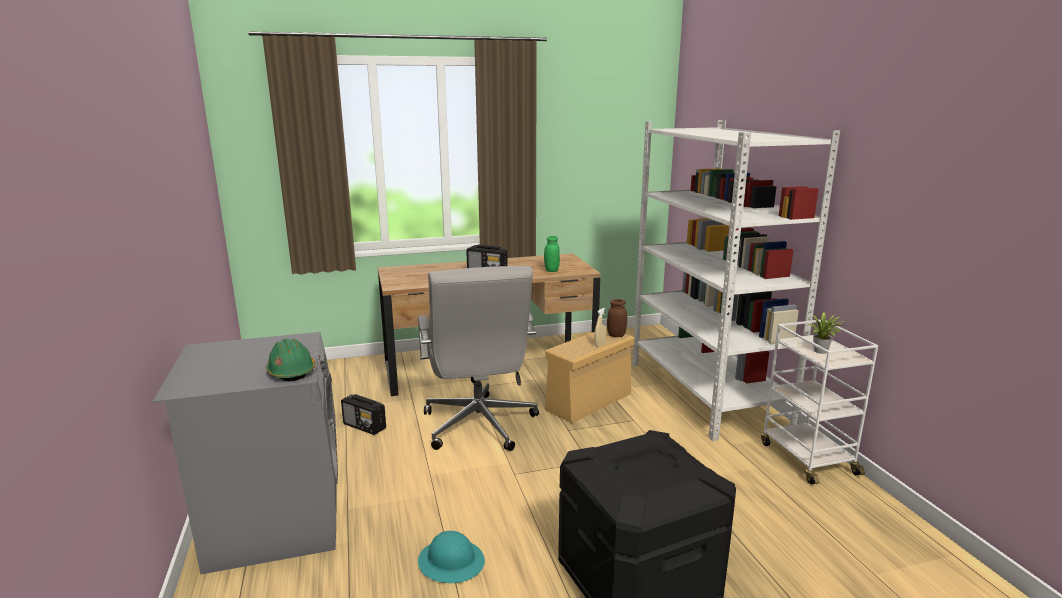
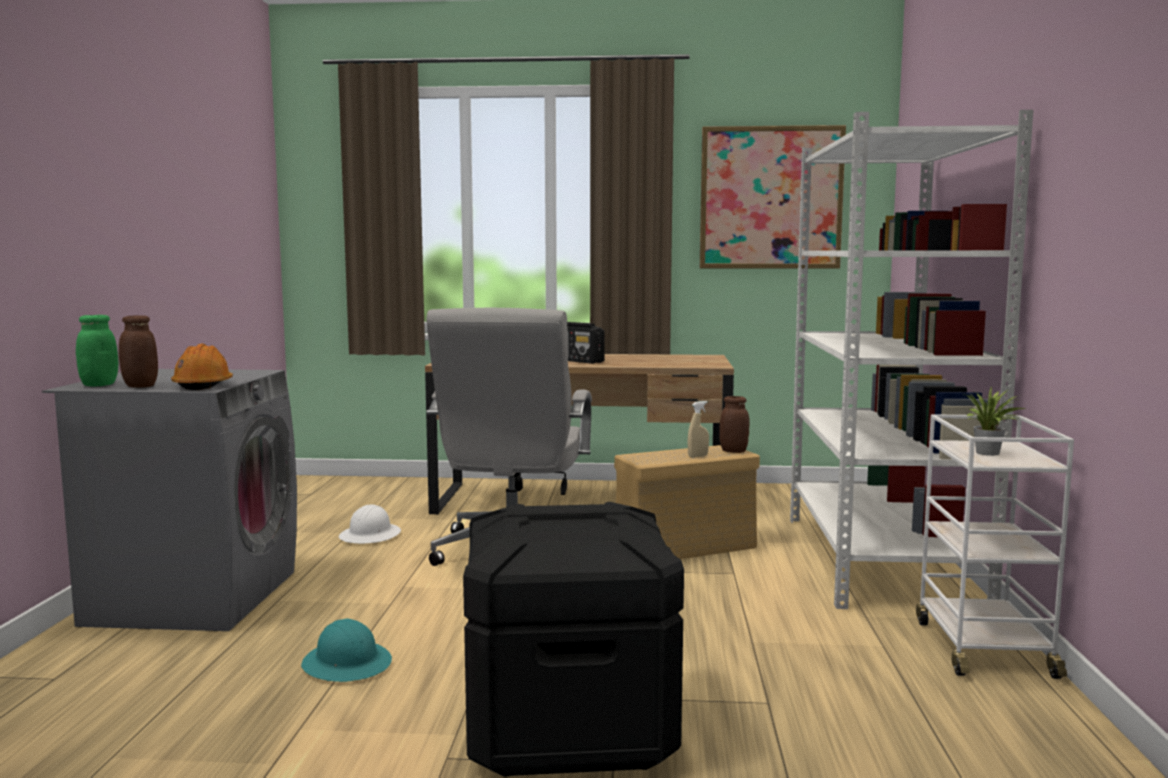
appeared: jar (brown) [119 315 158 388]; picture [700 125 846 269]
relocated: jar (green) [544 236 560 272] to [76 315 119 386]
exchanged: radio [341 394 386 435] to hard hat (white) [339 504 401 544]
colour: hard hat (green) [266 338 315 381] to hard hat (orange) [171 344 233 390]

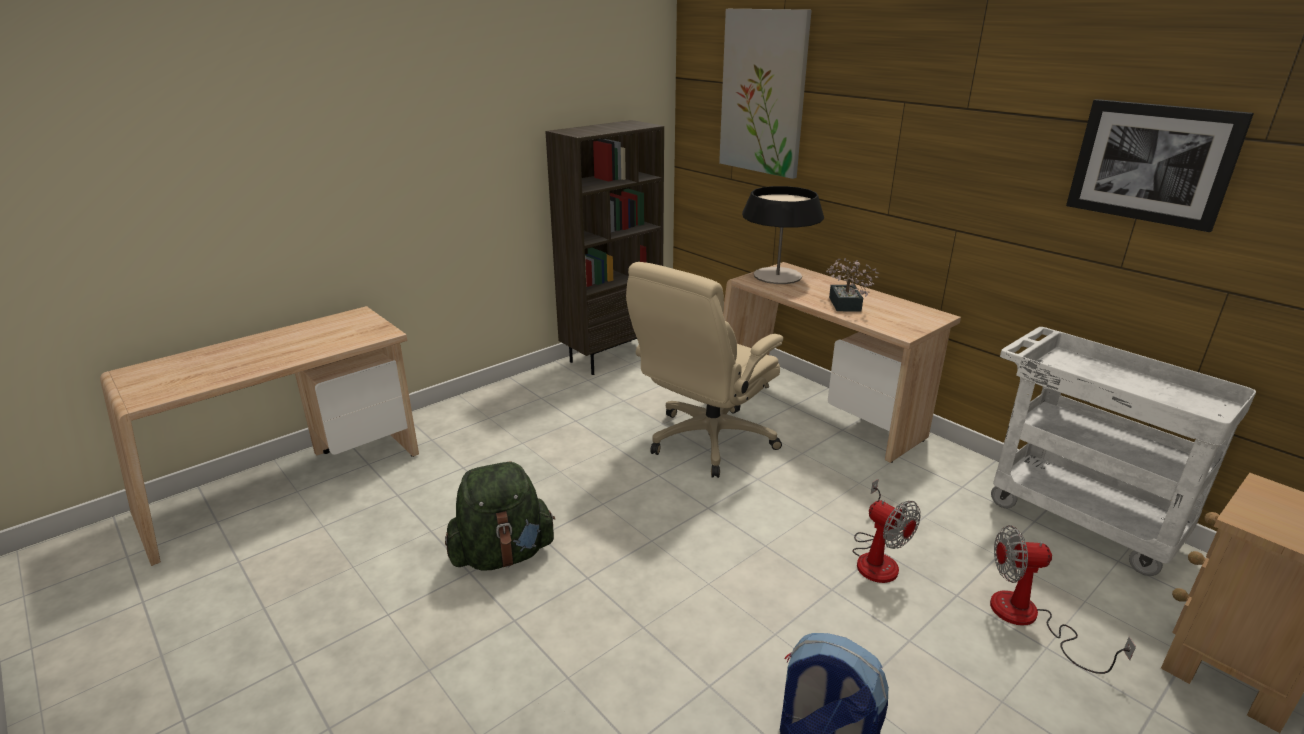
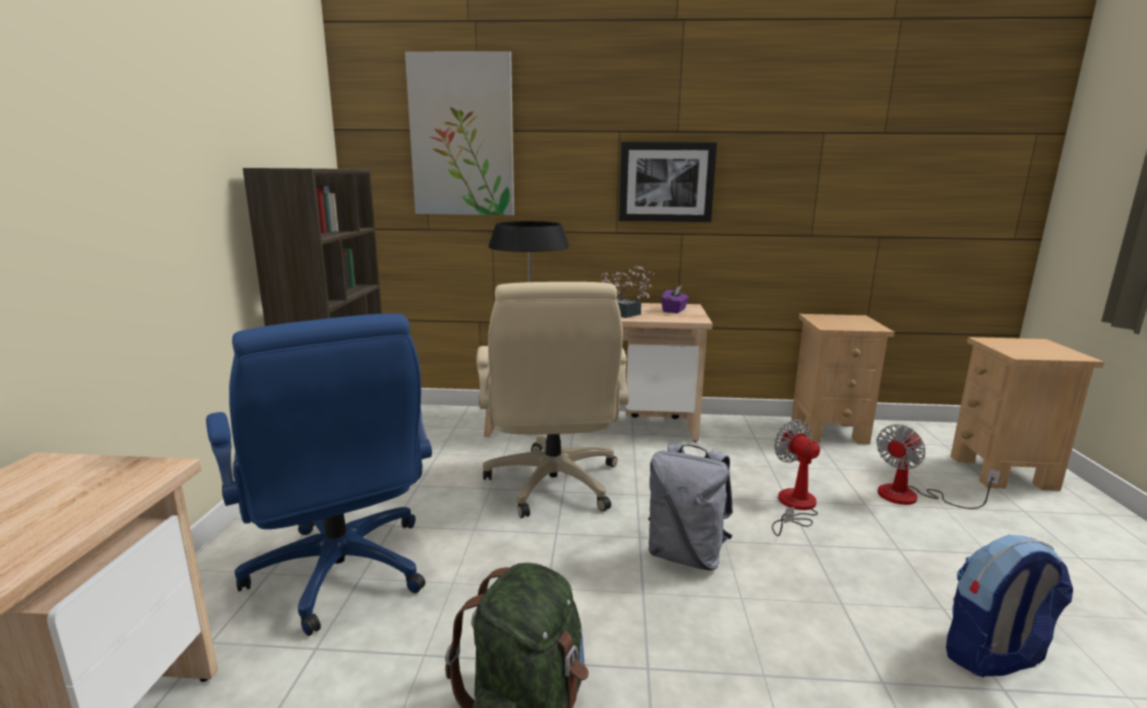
appeared: office chair (blue) [206 313 432 636]; backpack (grey) [648 443 733 570]; tissue box (purple) [661 285 689 313]
relocated: picture [1066 99 1254 232] to [619 142 717 222]
exchanged: cart (white) [991 327 1256 576] to nightstand (beige) [791 314 895 445]
spun: fan [852 479 921 583] = [772 420 820 536] 120 degrees counterclockwise

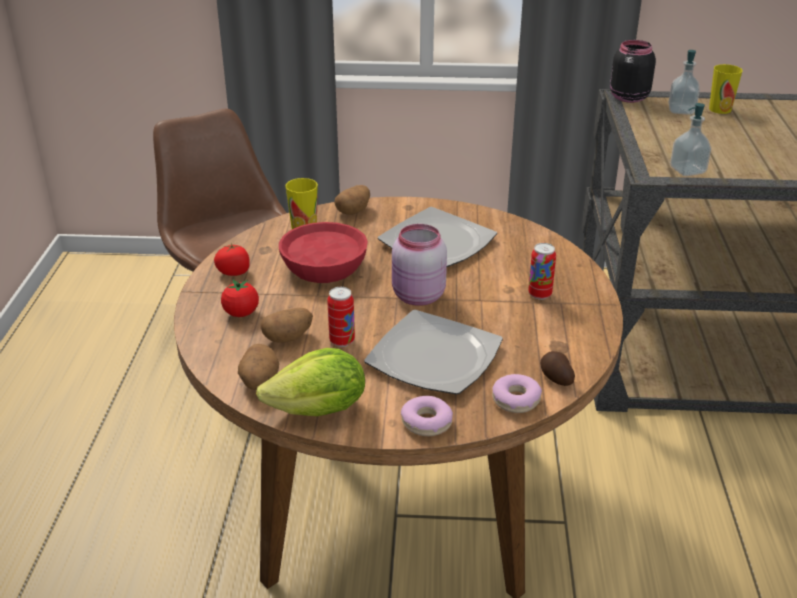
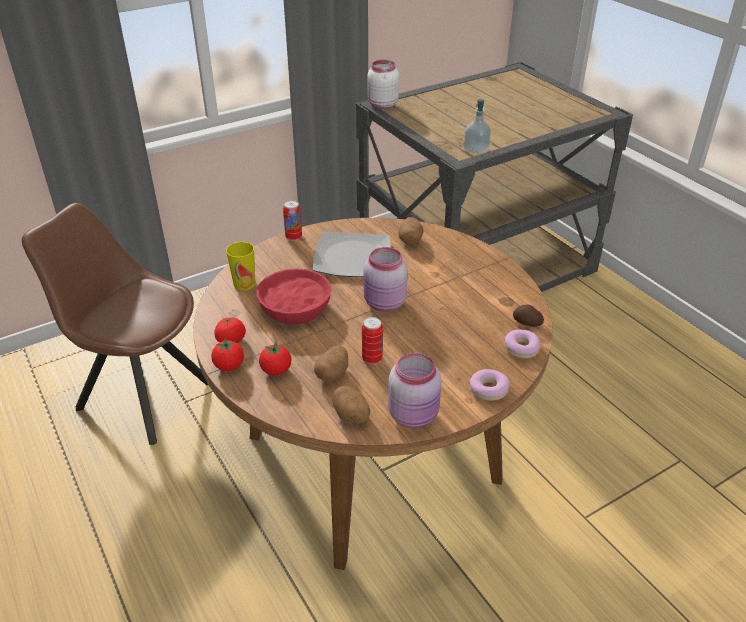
missing: plate [364 310 503 394]; soap dispenser [668 50 700 115]; cup [709 64 743 114]
appeared: tomato [211 338 244 371]
relocated: can [528 243 556 300] to [283 200 302 241]; potato [334 185 370 215] to [398 217 423 244]
exchanged: lettuce [256 348 365 416] to jar (pink) [388 353 442 428]
colour: jar (black) [610 40 656 103] to jar (white) [367 60 399 109]

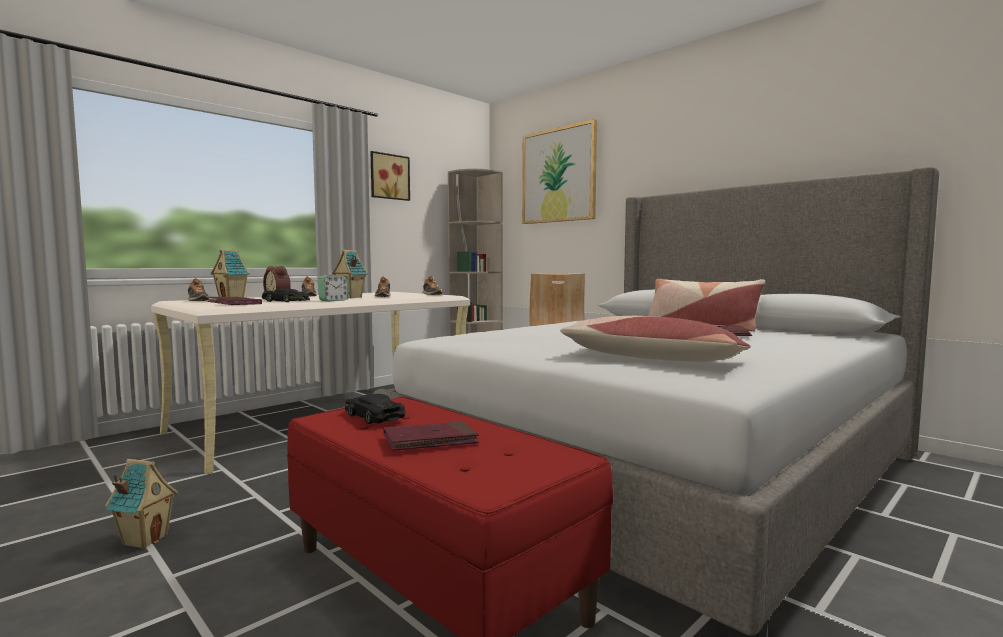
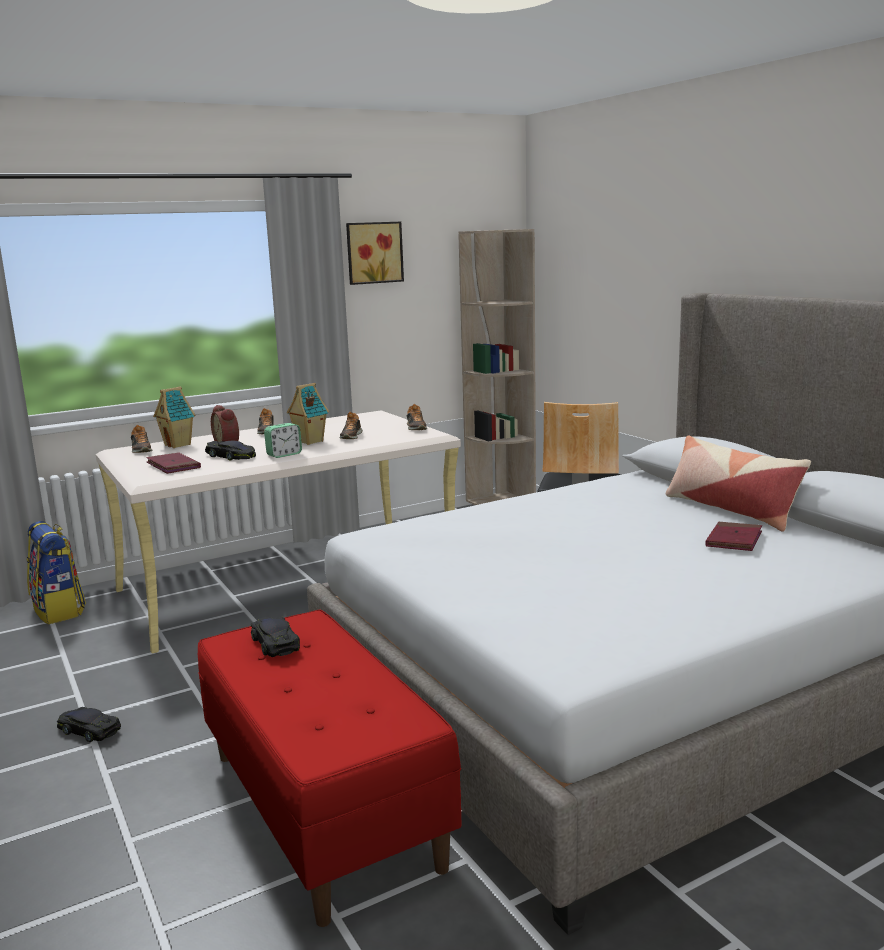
missing: book (red) [383 421 479 451]; picture [522 119 597 224]; pillow [560 316 751 362]
appeared: backpack [27 521 86 624]
exchanged: toy house [105 459 178 549] to toy car (black) [57 707 121 742]

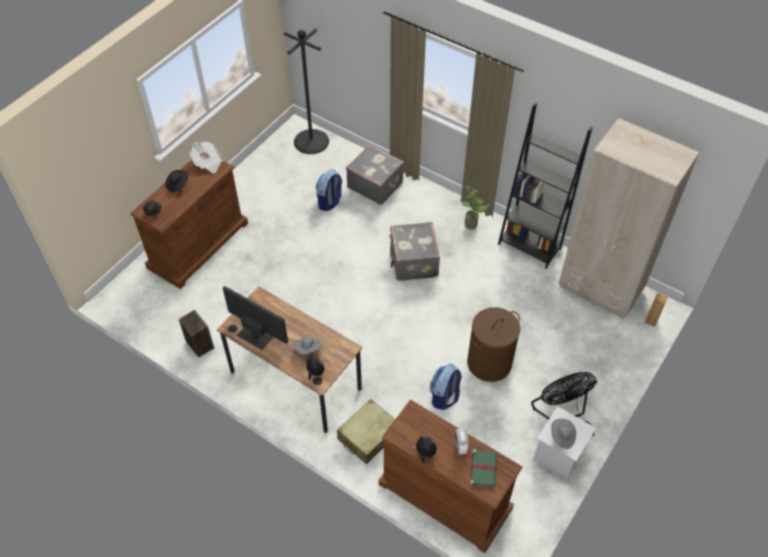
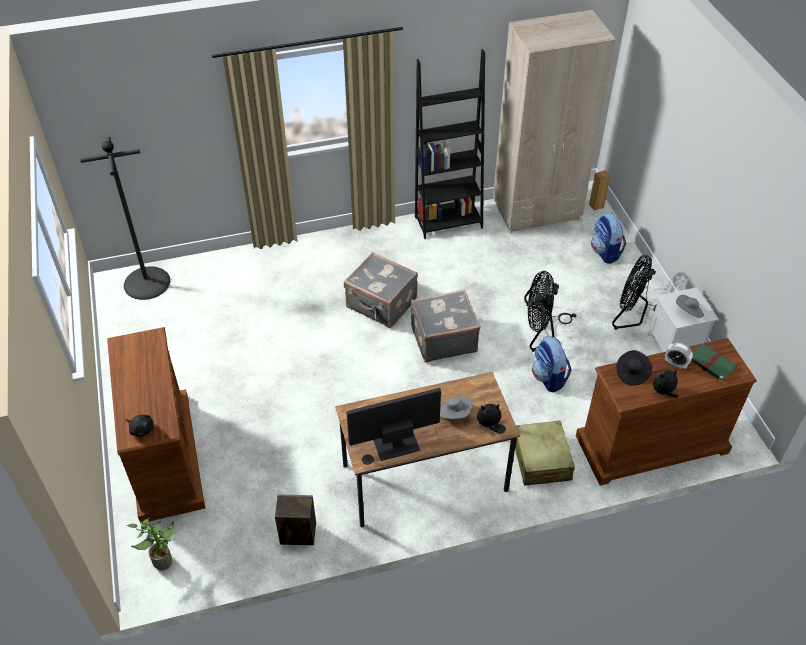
missing: newspaper [190 142 223 173]
relocated: potted plant [460 186 490 230] to [126 518 174 571]; suitcase (grey) [346 145 404 205] to [411 290 481 362]; backpack [316 169 342 211] to [591 212 626 264]; hat (black) [165 170 188 193] to [616 350 652 386]
exchanged: laundry basket (brown) [467 307 520 382] to fan (black) [524 271 577 352]

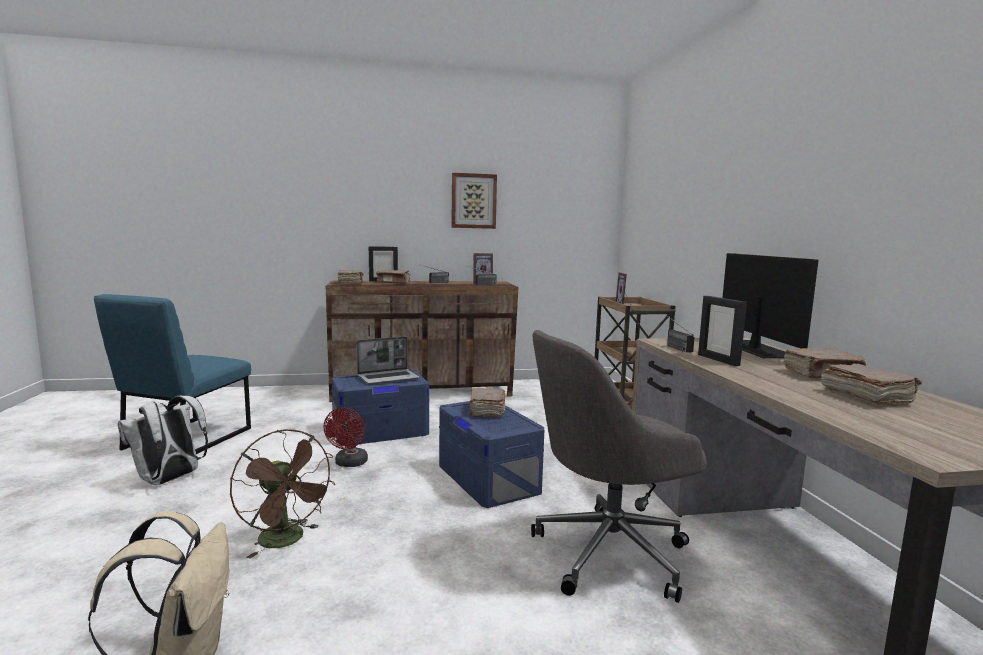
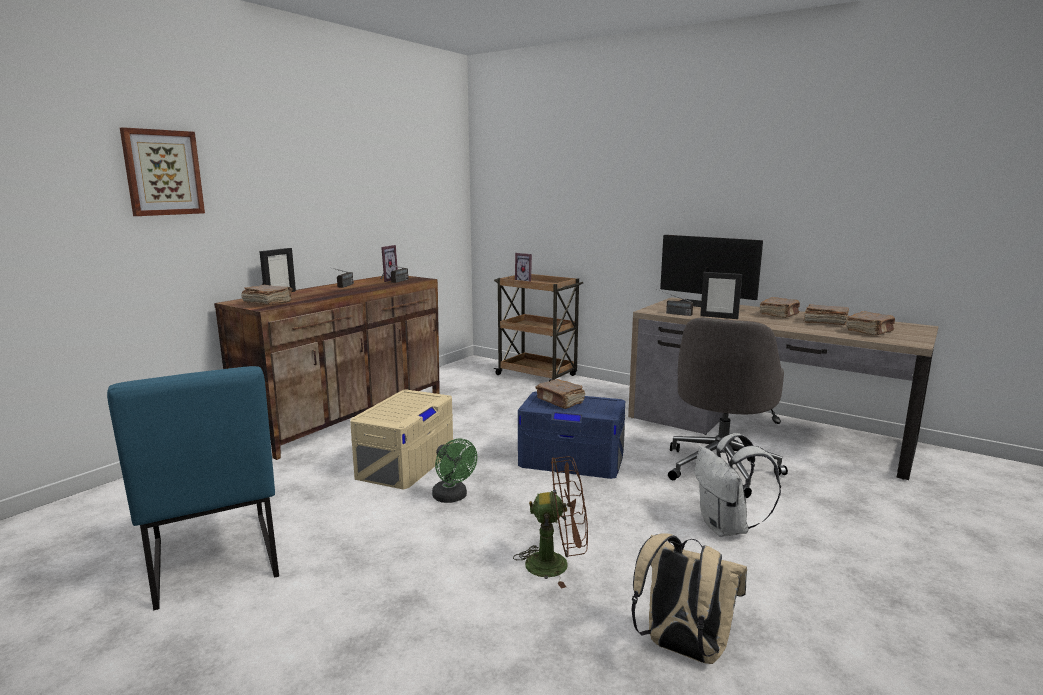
missing: laptop [357 336 420 384]
relocated: picture [451 173 497 229] to [120 127 205 216]; backpack (white) [118 396 208 485] to [695 433 781 537]; book (brown) [376 270 410 284] to [846 311 895 335]
colour: storage box (blue) [331 371 430 446] to storage box (beige) [350 389 453 490]; fan (red) [323 408 368 467] to fan (green) [432 439 477 503]

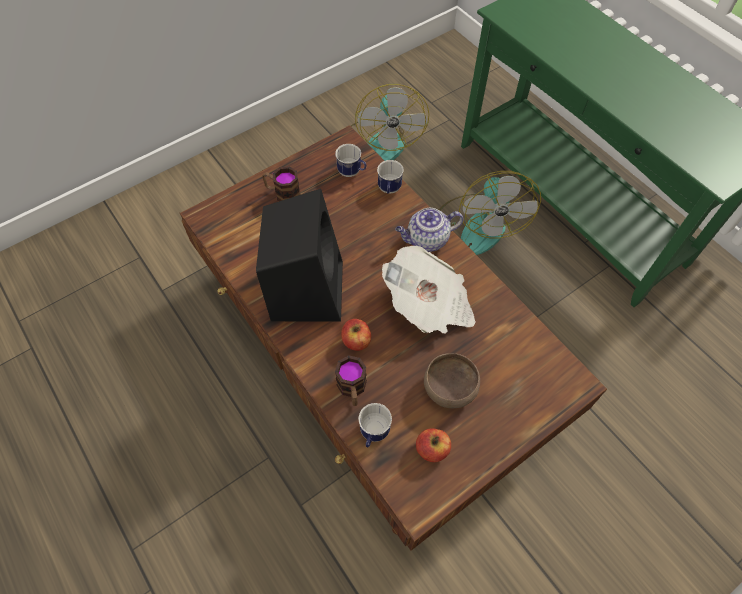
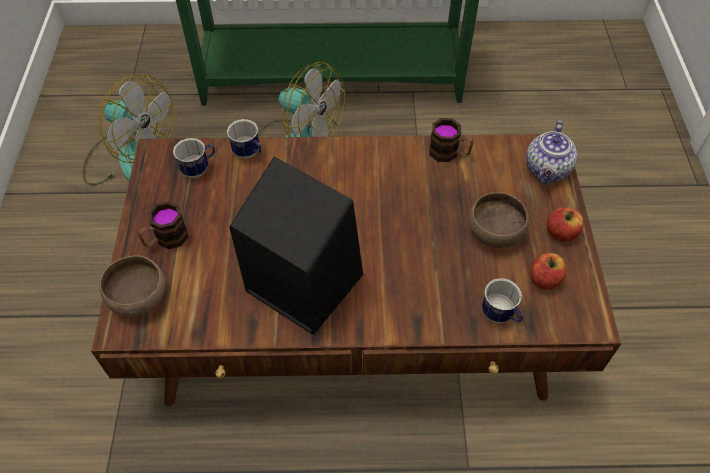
missing: newspaper [382 246 476 334]
appeared: bowl (brown) [99 255 166 317]
relocated: mug [335 355 367 406] to [429 118 473 162]; teapot [395 208 463 252] to [526 121 577 184]; apple [341 319 371 351] to [547 208 584 242]

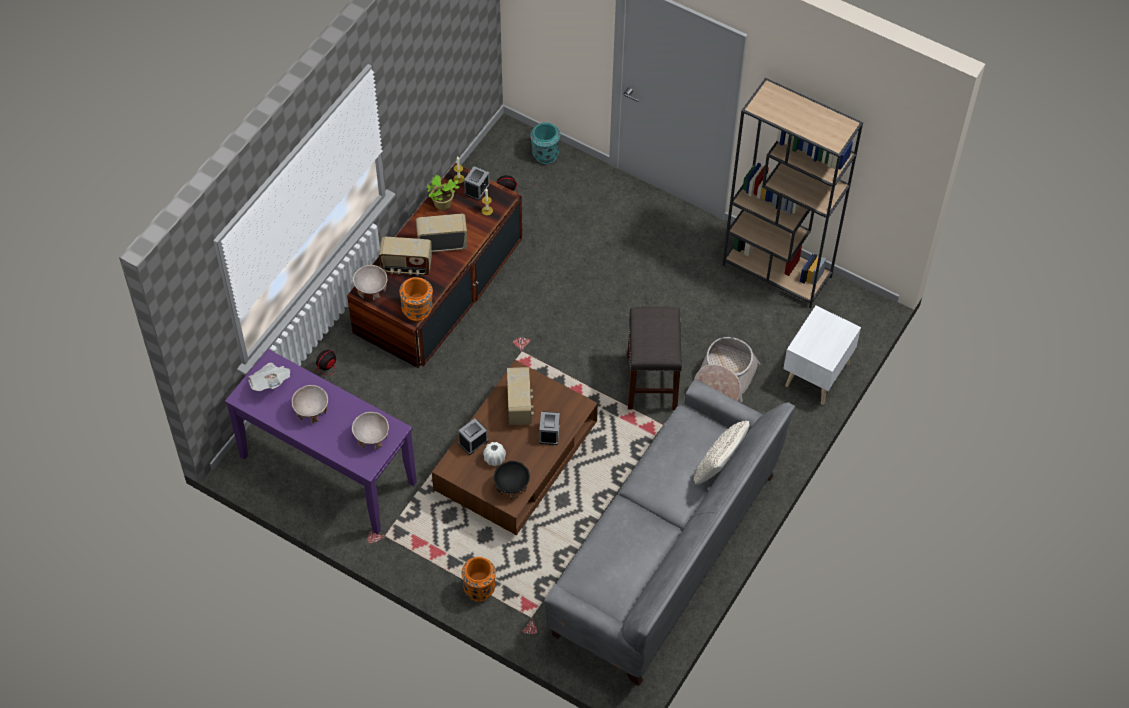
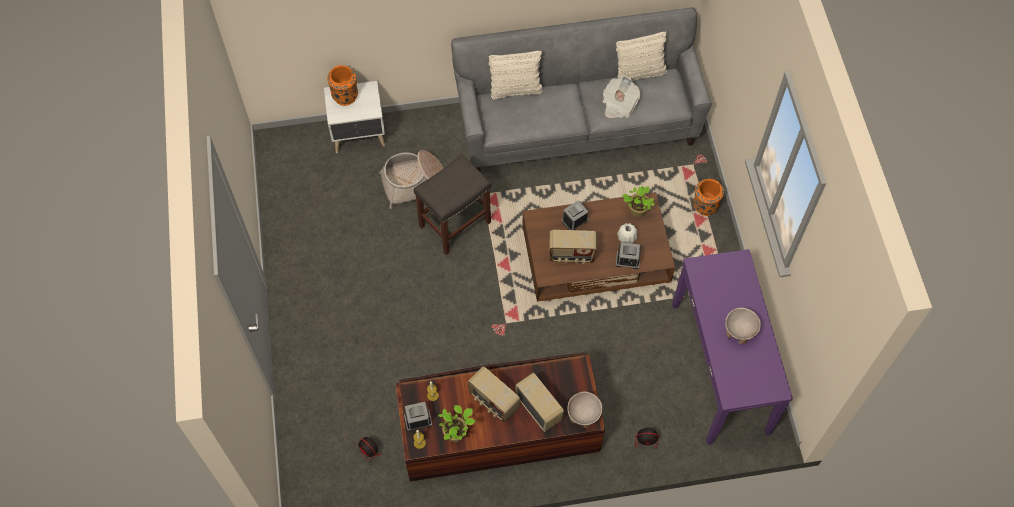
missing: bowl (beige) [352 412 389 450]; vase (turquoise) [531 122 560 164]; bookcase [722 78 863 309]
appeared: pillow (beige) [616 31 667 82]
relocated: vase (orange) [399 277 433 321] to [327 65 358 106]; newspaper [249 363 290 391] to [603 76 640 118]
exchanged: bowl (black) [494 461 530 499] to potted plant [622 186 655 217]
spun: radio [507 367 534 425] = [549 230 597 264] 135 degrees counterclockwise

